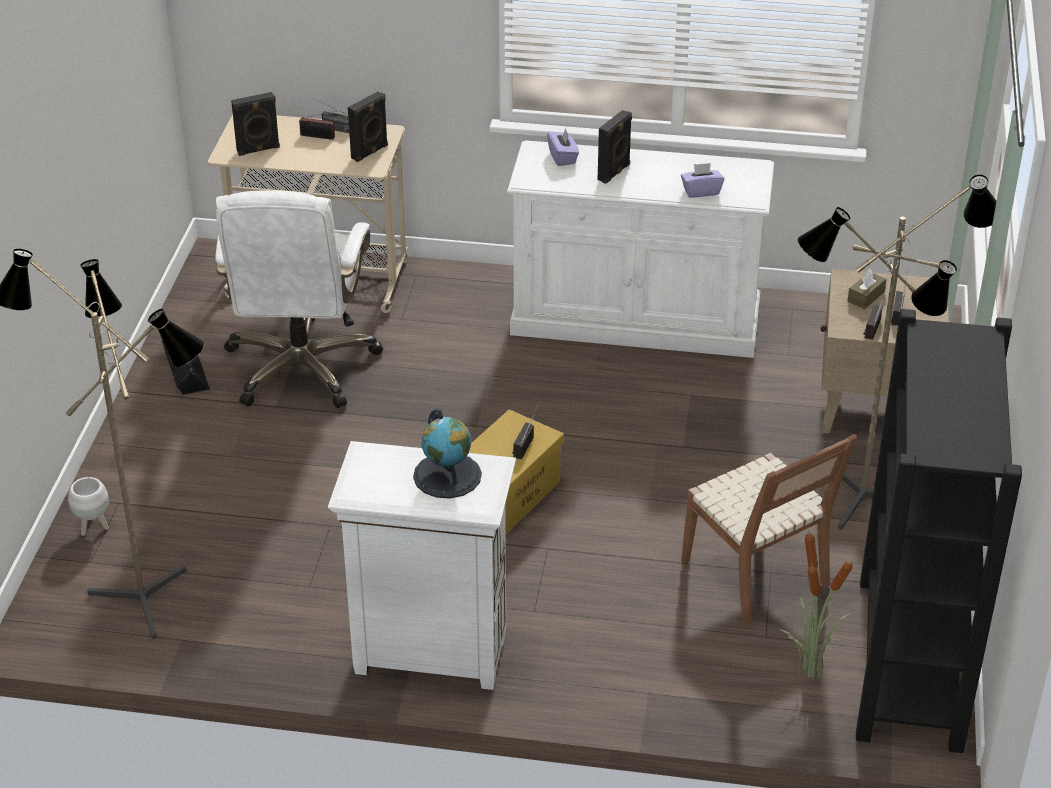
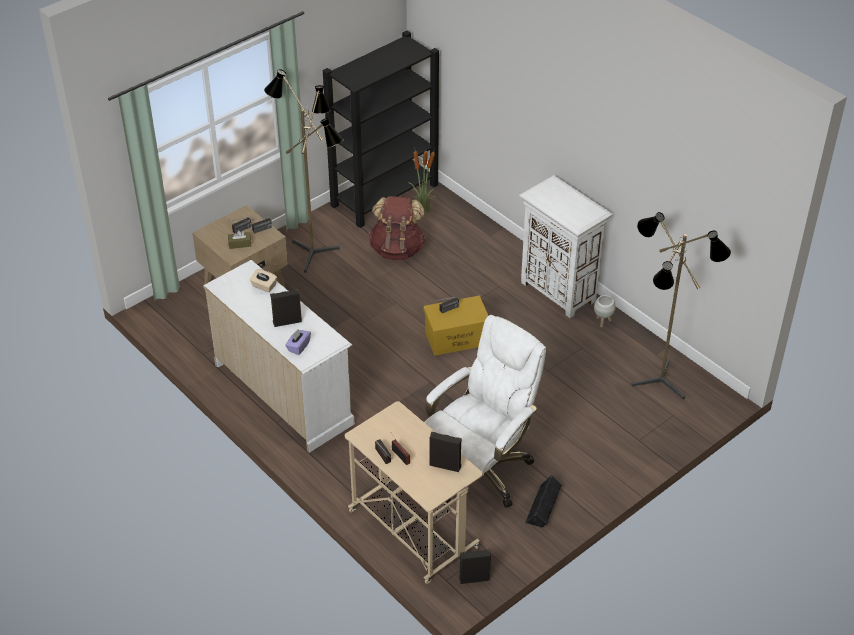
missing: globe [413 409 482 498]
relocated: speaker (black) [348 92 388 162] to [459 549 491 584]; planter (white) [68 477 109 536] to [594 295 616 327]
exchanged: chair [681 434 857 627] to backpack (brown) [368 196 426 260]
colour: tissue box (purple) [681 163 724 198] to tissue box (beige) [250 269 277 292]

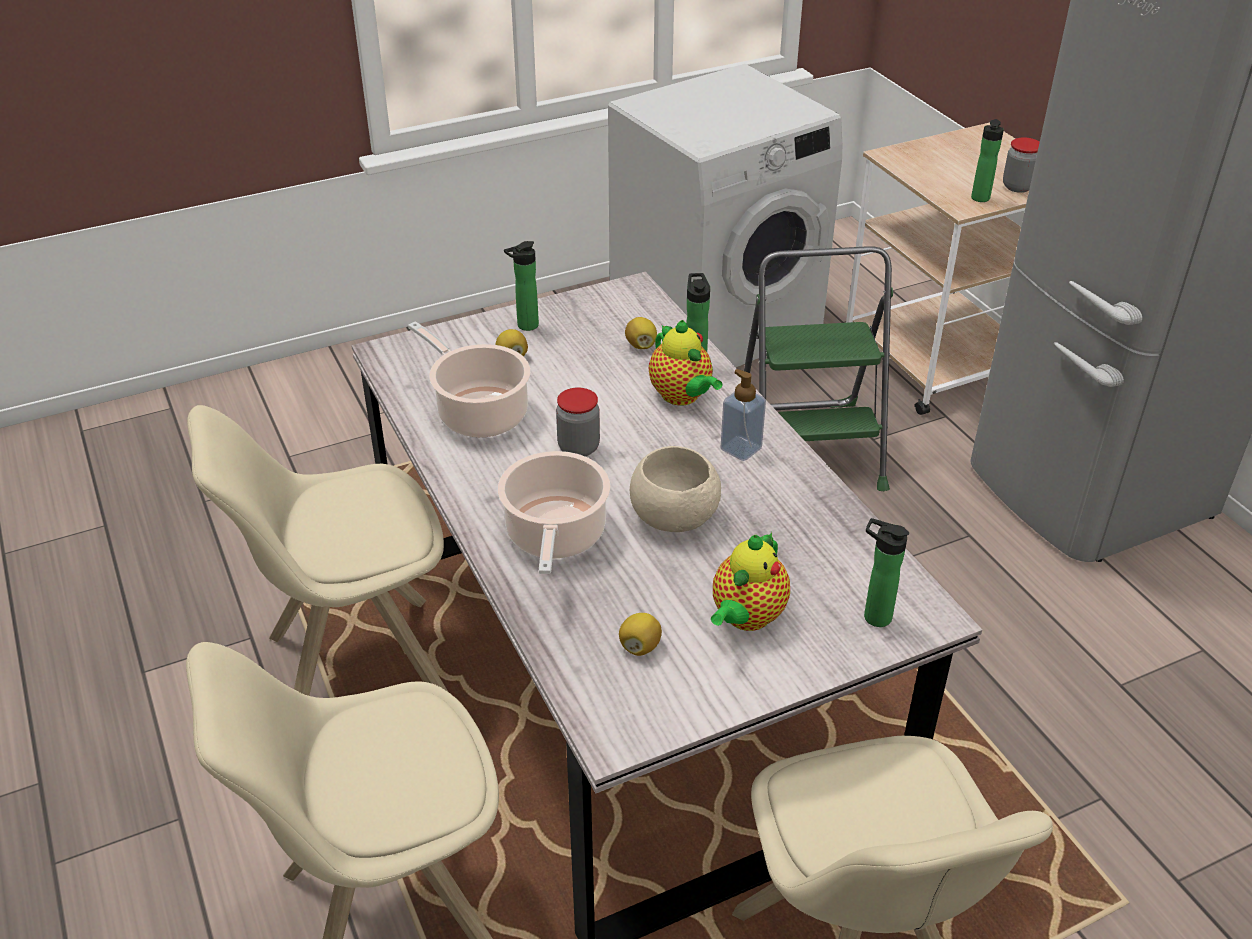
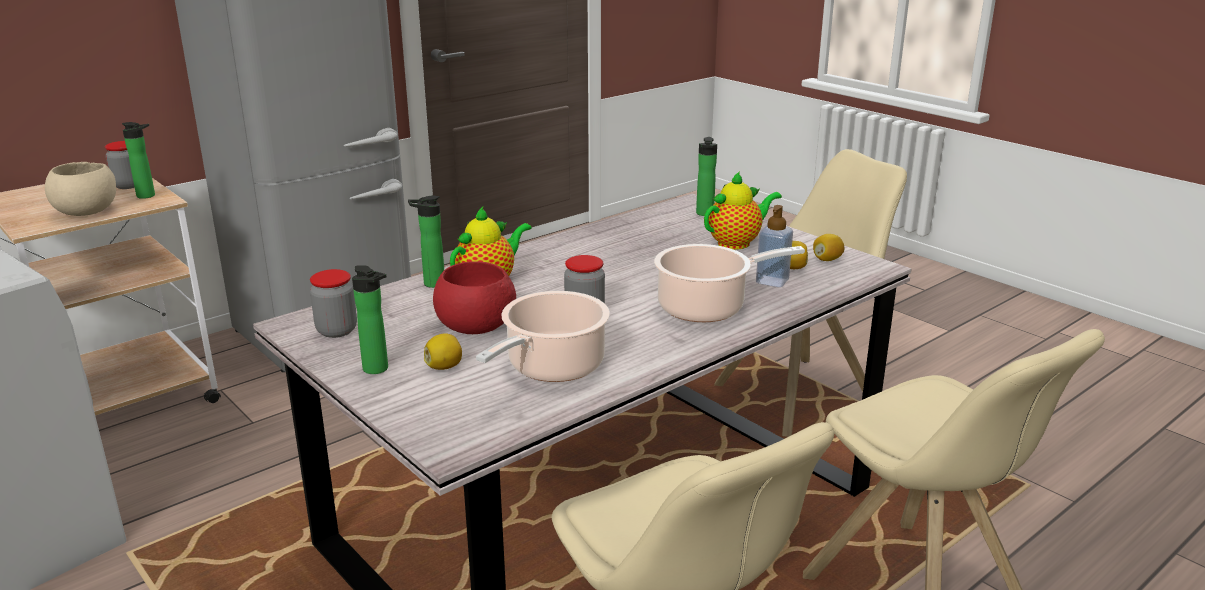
missing: step ladder (green) [744 246 893 491]
appeared: jar [310 269 357 338]; bowl (red) [433 261 516 334]
relocated: bowl (beige) [630 446 721 532] to [45 162 116 216]; soap dispenser [721 369 766 461] to [756 205 793 287]; lemon [625 317 657 349] to [813 234 844 261]
spun: teapot [711 532 790 631] = [704 171 782 250] 45 degrees counterclockwise

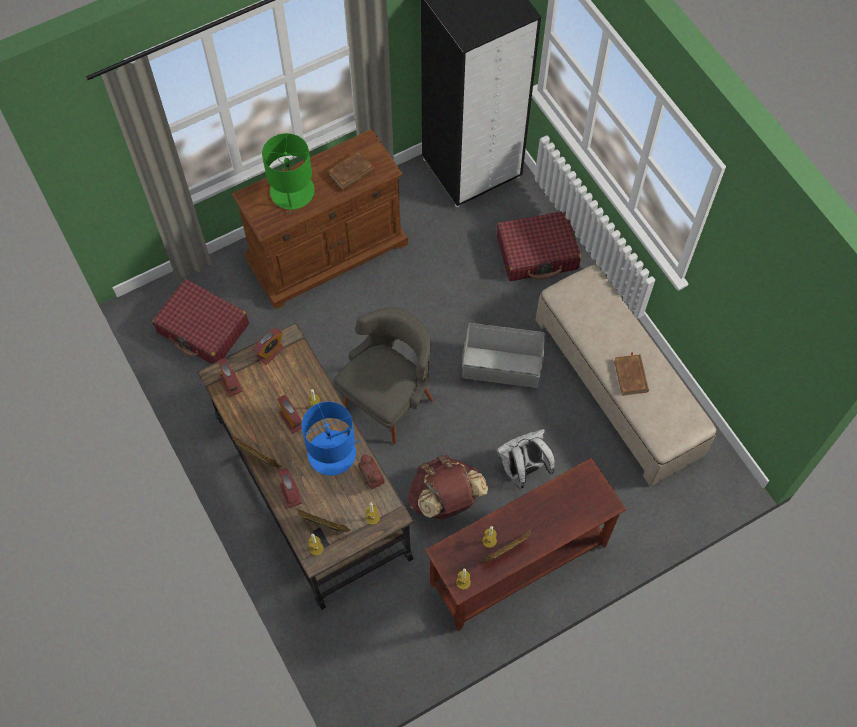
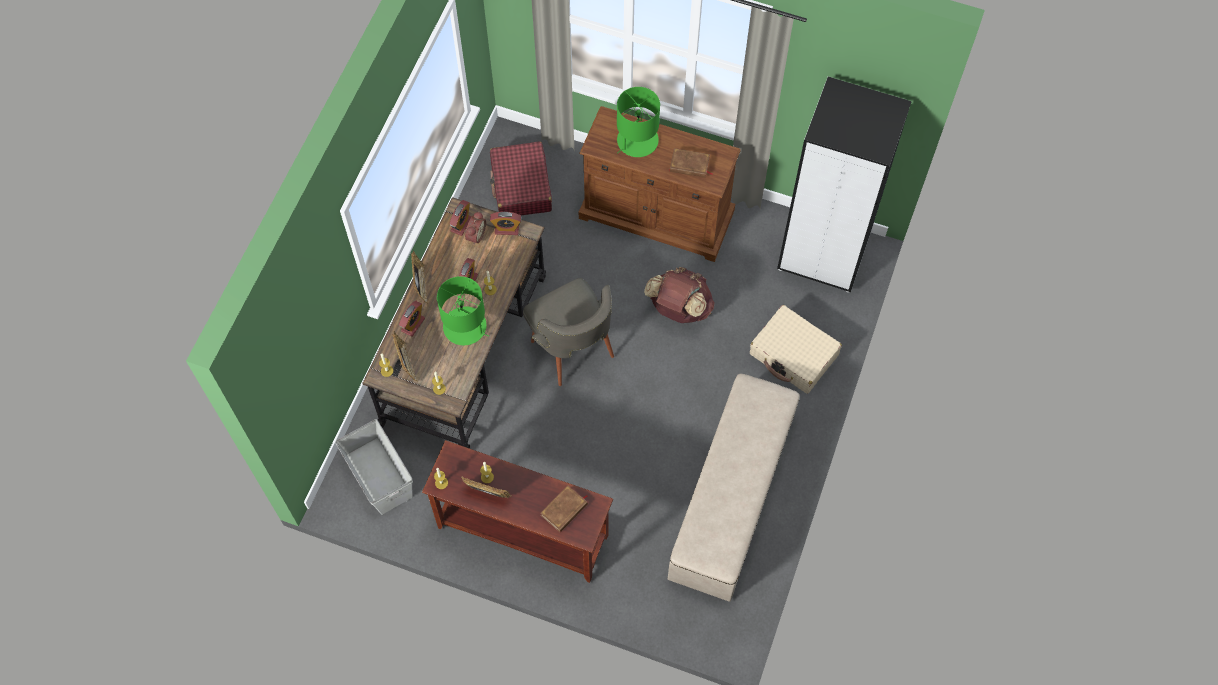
missing: backpack (white) [496 429 555 489]
relocated: storage box (grey) [462 323 546 388] to [335 419 413 515]; alarm clock [358 455 385 489] to [464 211 486 245]; book (brown) [614 352 649 396] to [541 485 588 532]; backpack (brown) [408 455 488 519] to [644 267 714 323]
colour: table lamp (blue) [302 402 360 476] to table lamp (green) [437 276 489 345]; suitcase (red) [497 212 581 281] to suitcase (beige) [750 305 842 394]
spun: chair (grey) [333 307 434 444] = [523 278 614 386] 60 degrees clockwise

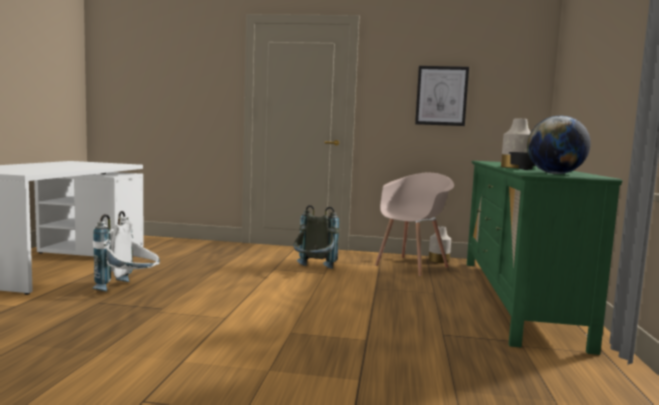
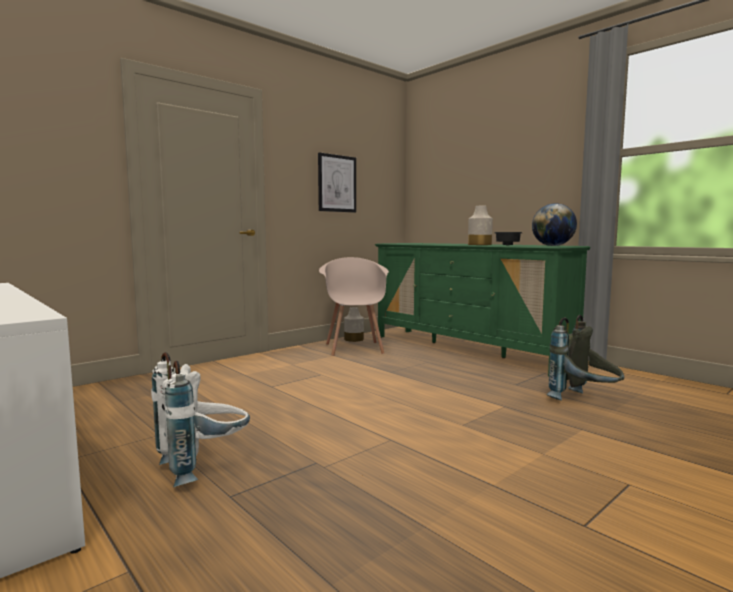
relocated: backpack (grey) [294 205 339 269] to [546 315 624 401]

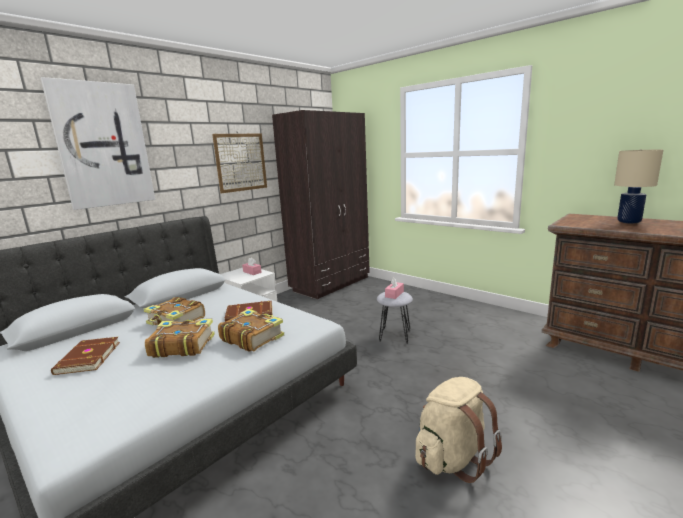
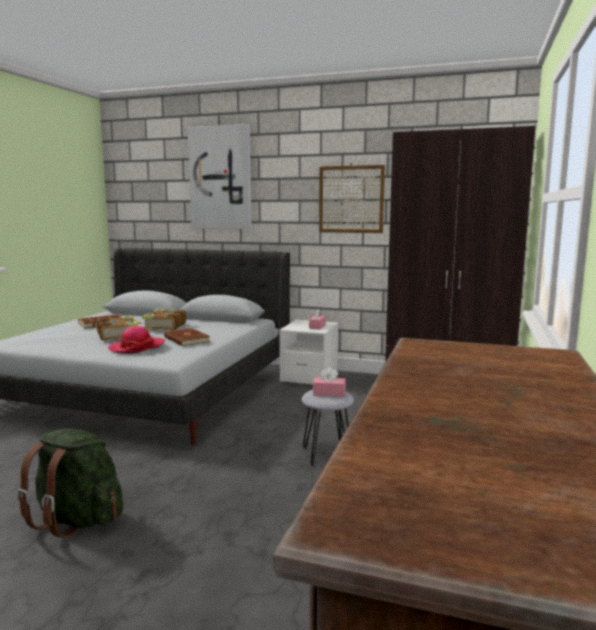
missing: table lamp (beige) [614 149 663 224]
exchanged: book [218 309 284 352] to hat [108 326 165 354]
colour: backpack (beige) [415 377 502 483] to backpack (green) [17 429 123 538]

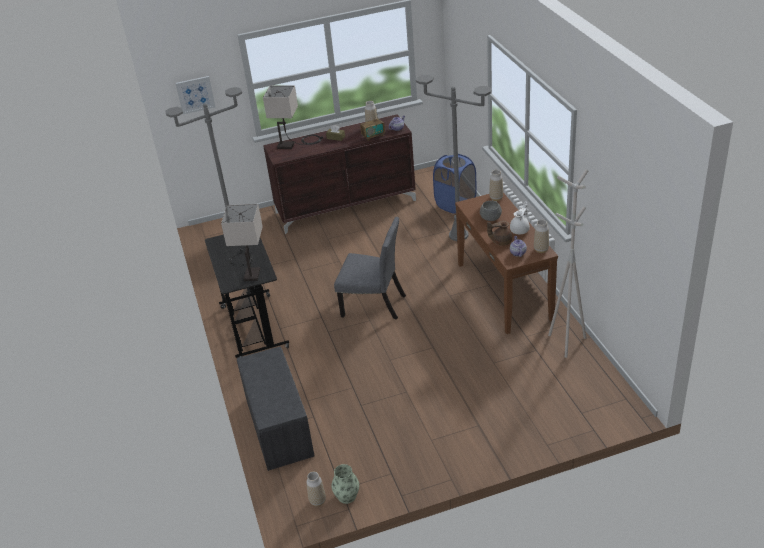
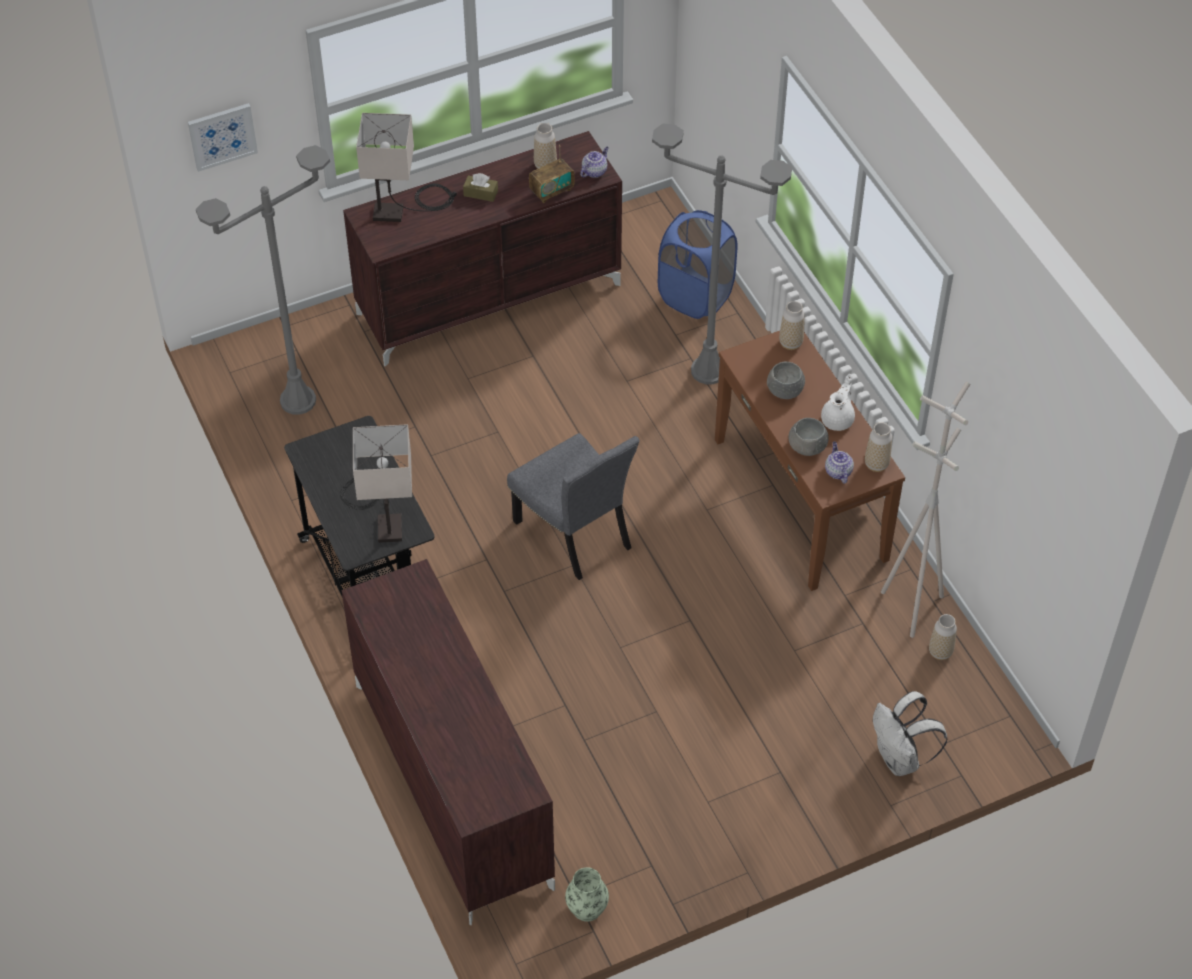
appeared: backpack (white) [873 691 948 776]
relocated: vase [306 472 326 506] to [929 614 957 660]
exchanged: bench (grey) [237 347 314 471] to dresser (brown) [342 559 555 925]; teapot (brown) [487 221 512 246] to bowl (grey) [789 418 829 456]
spun: chair (grey) [334 217 406 319] = [507 433 639 580] 45 degrees clockwise

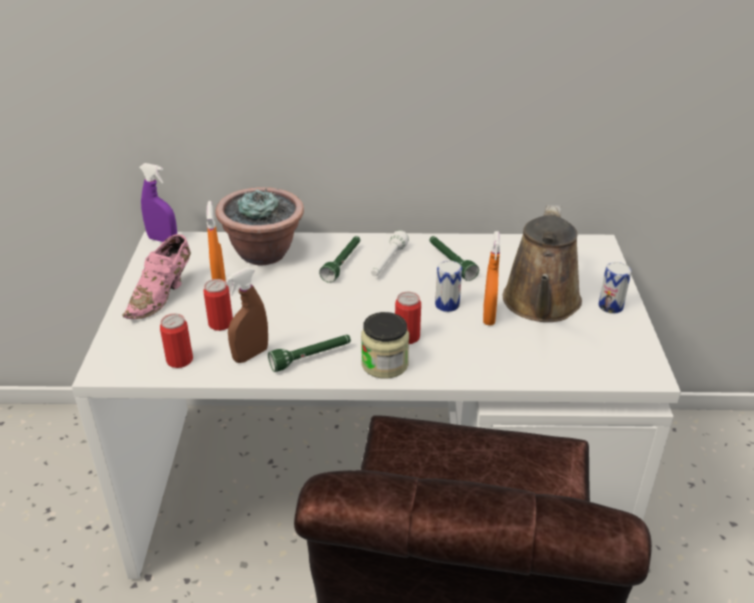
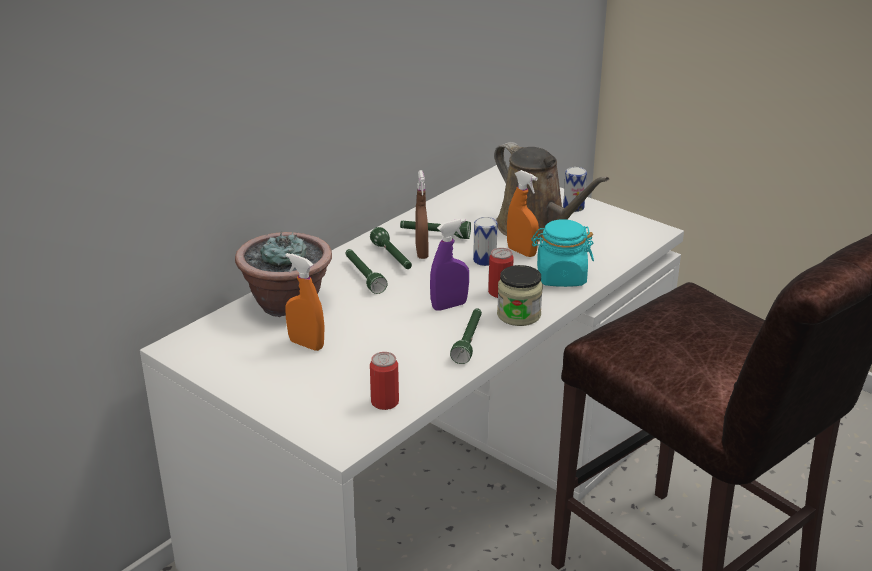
missing: shoe (pink) [122 234 191 319]; can [203 279 233 331]
appeared: jar (turquoise) [531 219 594 287]
relocated: spray bottle (brown) [225 267 268 363] to [416 170 428 259]; spray bottle (purple) [139 163 177 242] to [430 219 469 311]
colour: flashlight (white) [371 230 409 276] to flashlight (green) [370 227 412 269]

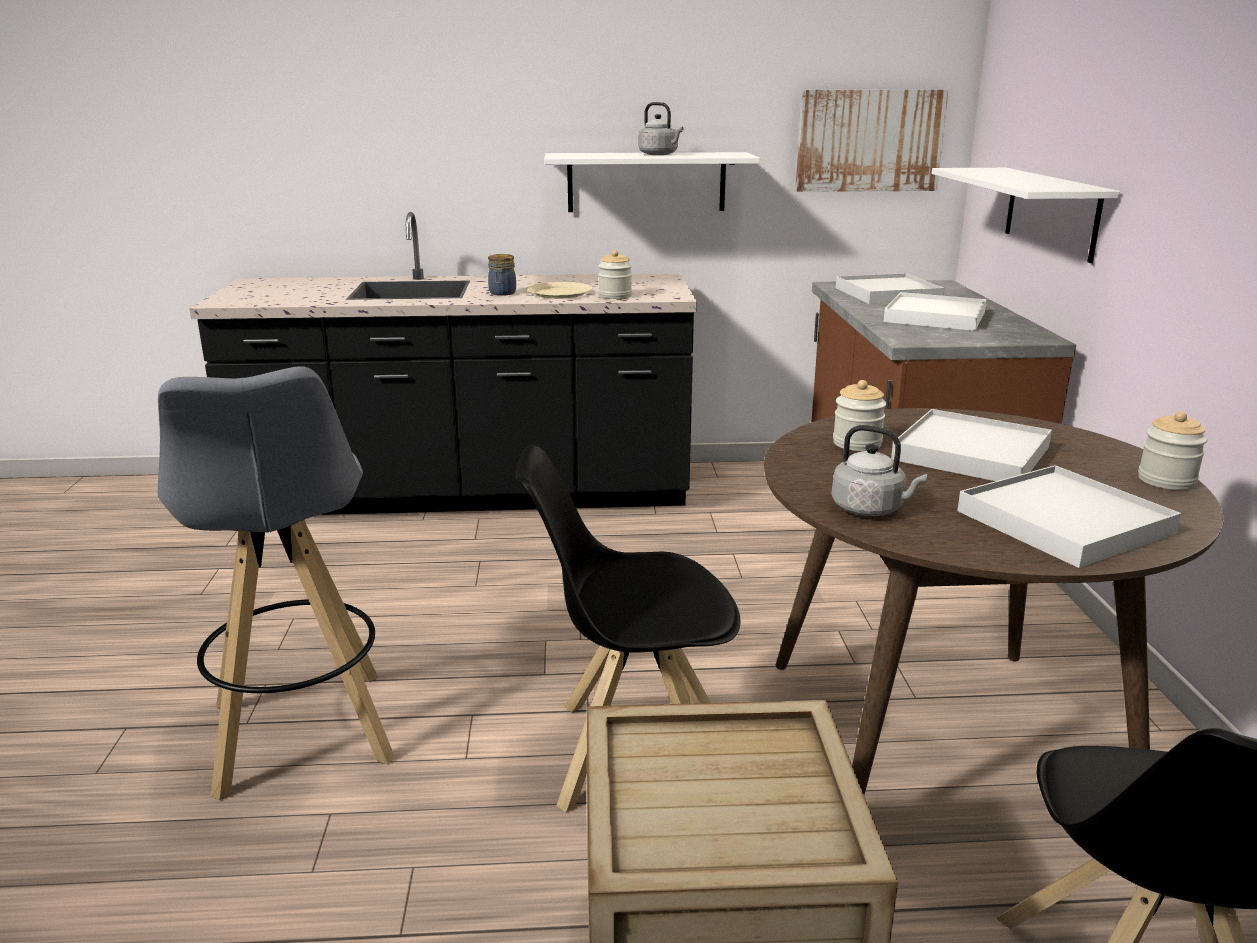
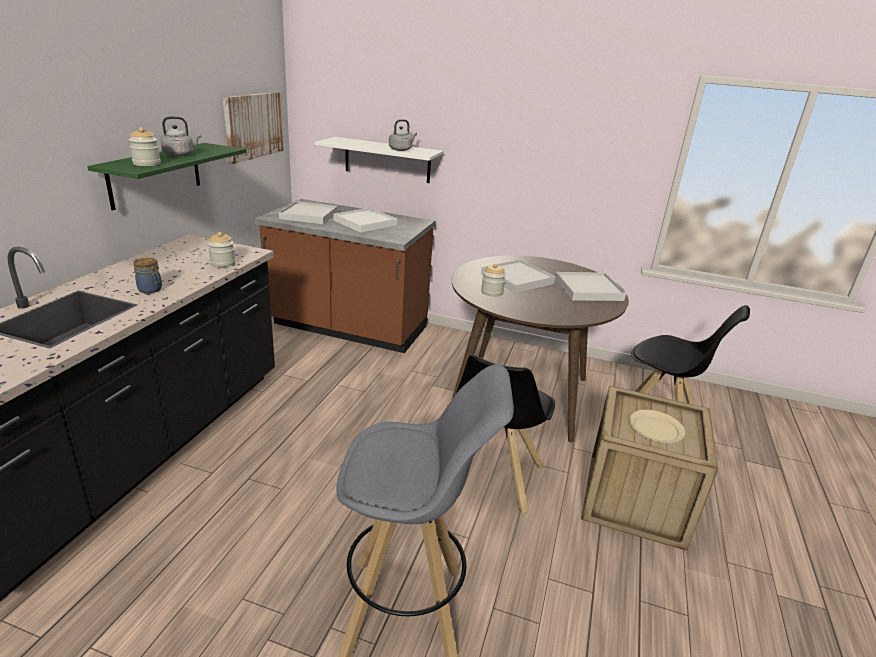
relocated: jar [1138 411 1208 490] to [128 127 161 166]; kettle (grey) [831 425 927 516] to [389 119 417 151]; plate (beige) [527 282 592 298] to [629 410 685 443]
colour: shelf (white) [544 152 760 212] to shelf (green) [87 143 246 211]

